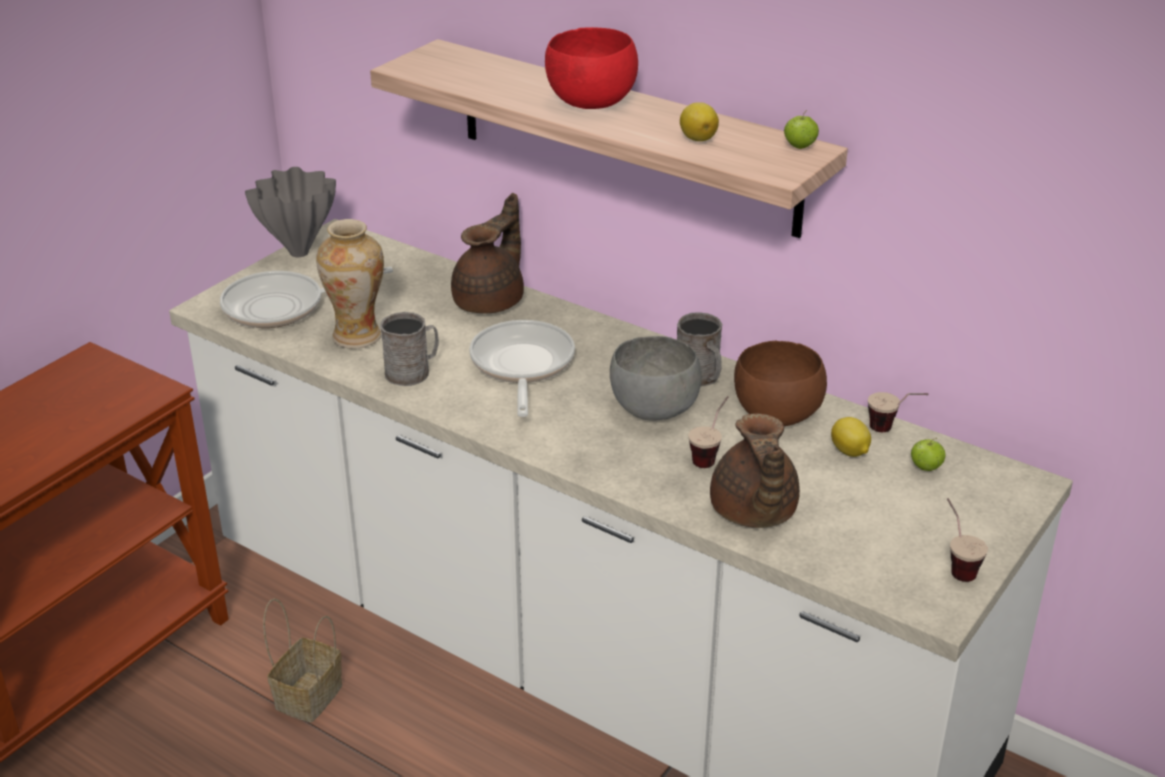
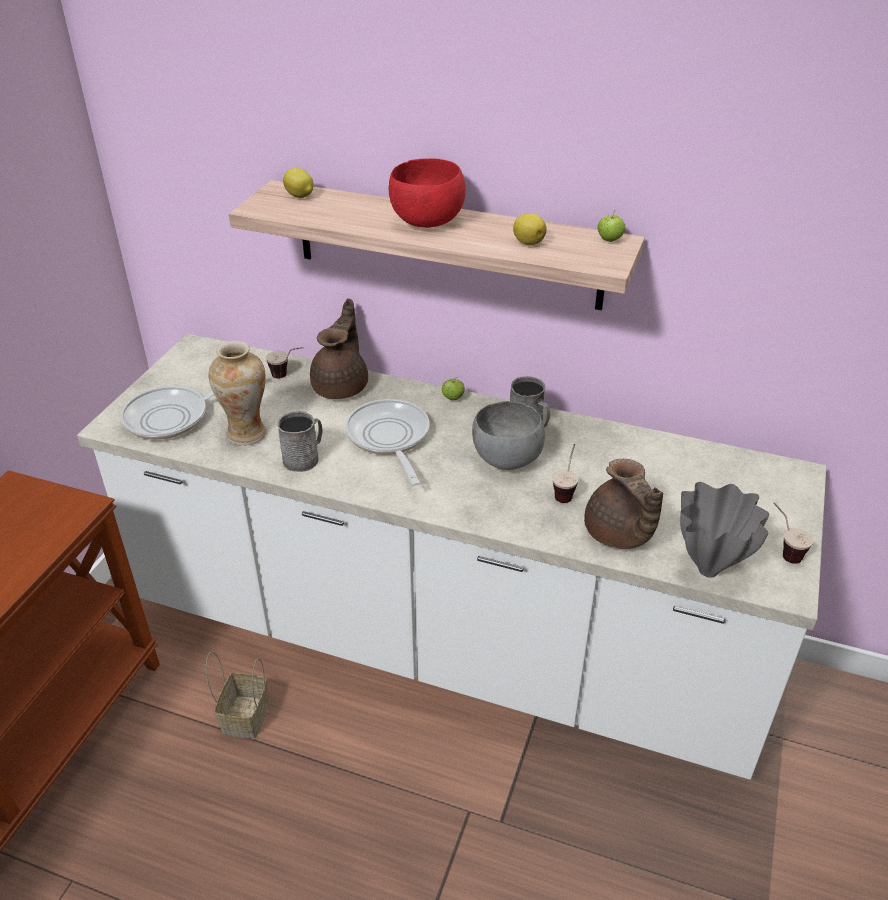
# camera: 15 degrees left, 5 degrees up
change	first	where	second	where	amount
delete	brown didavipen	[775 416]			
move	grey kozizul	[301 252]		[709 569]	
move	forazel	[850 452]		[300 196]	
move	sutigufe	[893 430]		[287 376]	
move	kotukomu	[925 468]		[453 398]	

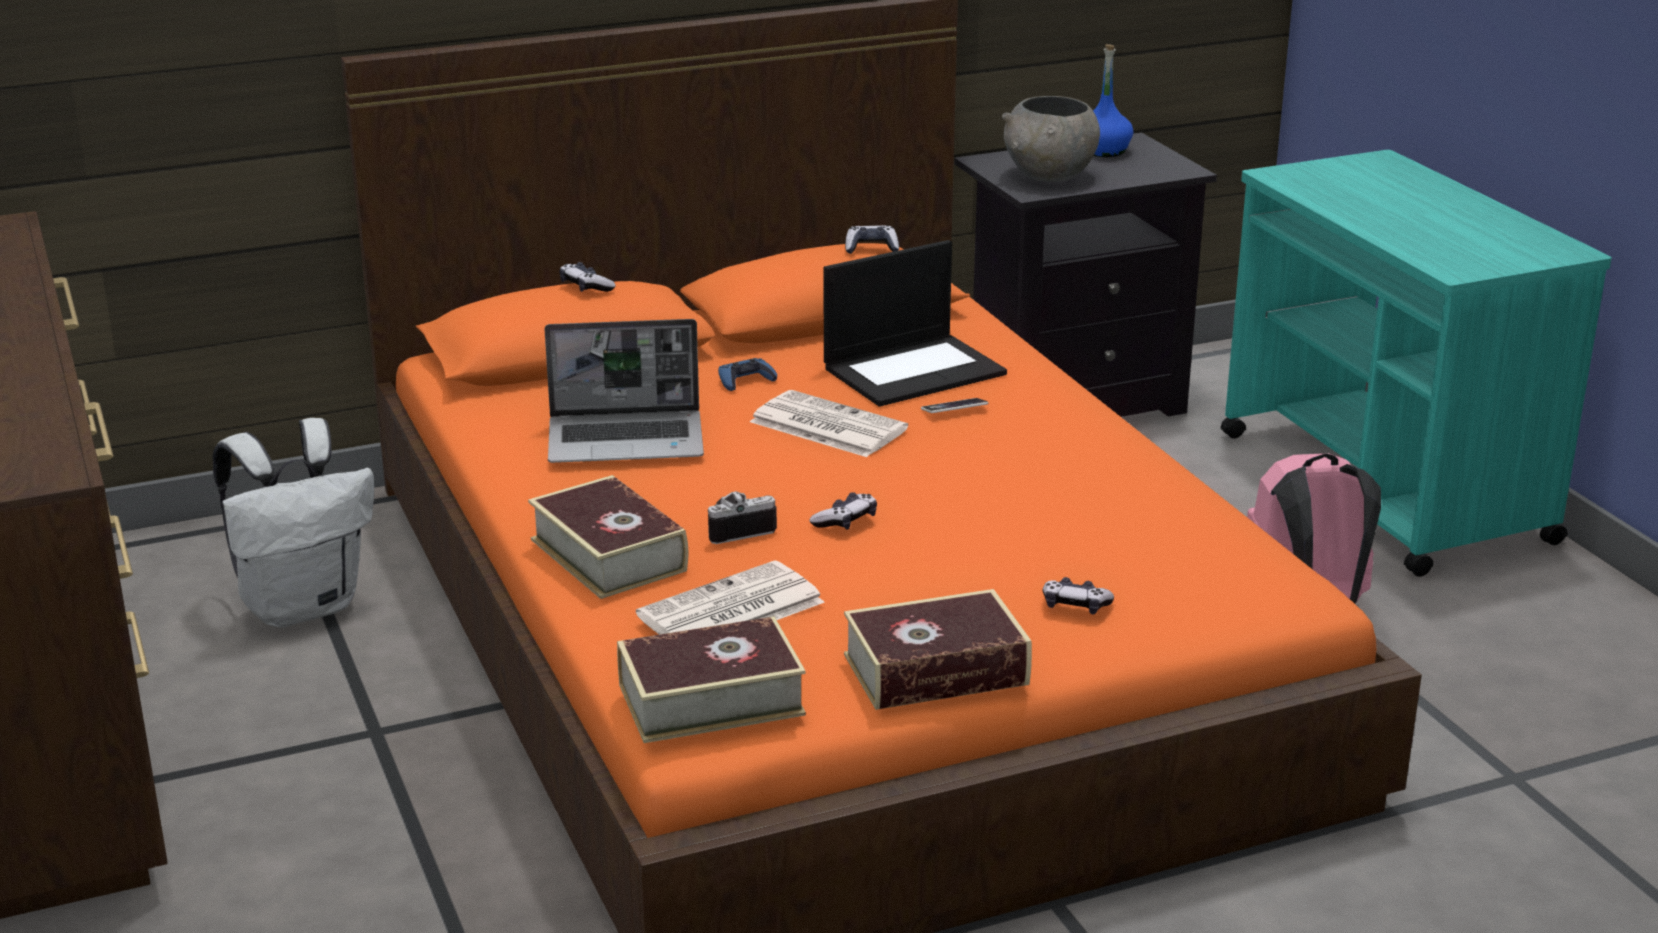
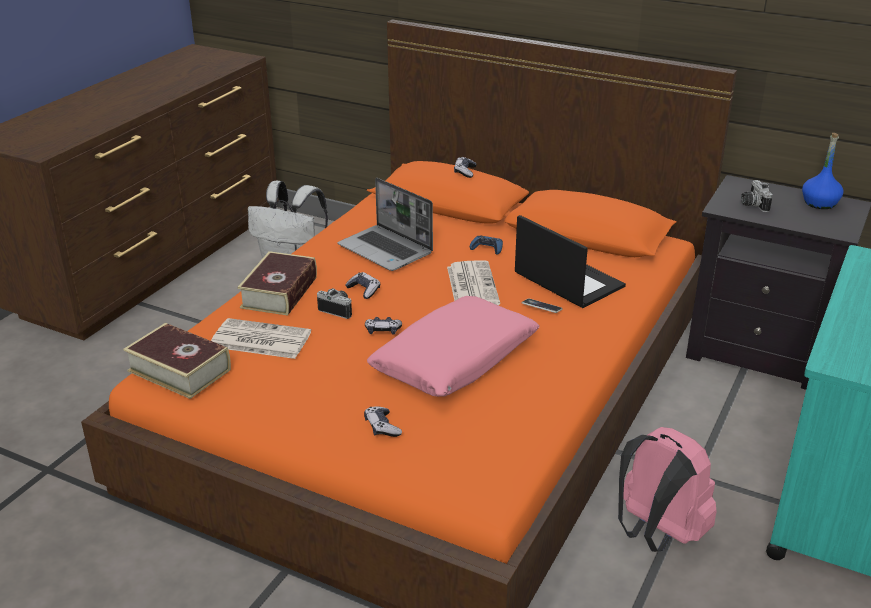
# camera: 50 degrees right, 5 degrees up
change	first	where	second	where	amount
delete	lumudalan	[935 670]			
insert			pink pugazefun	[455 360]	
move	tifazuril	[871 248]		[364 290]	
replace	grey didavipen	[1050 176]	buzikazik	[752 204]	
rotate	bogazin	[914 370]		[567 280]	150 degrees counterclockwise

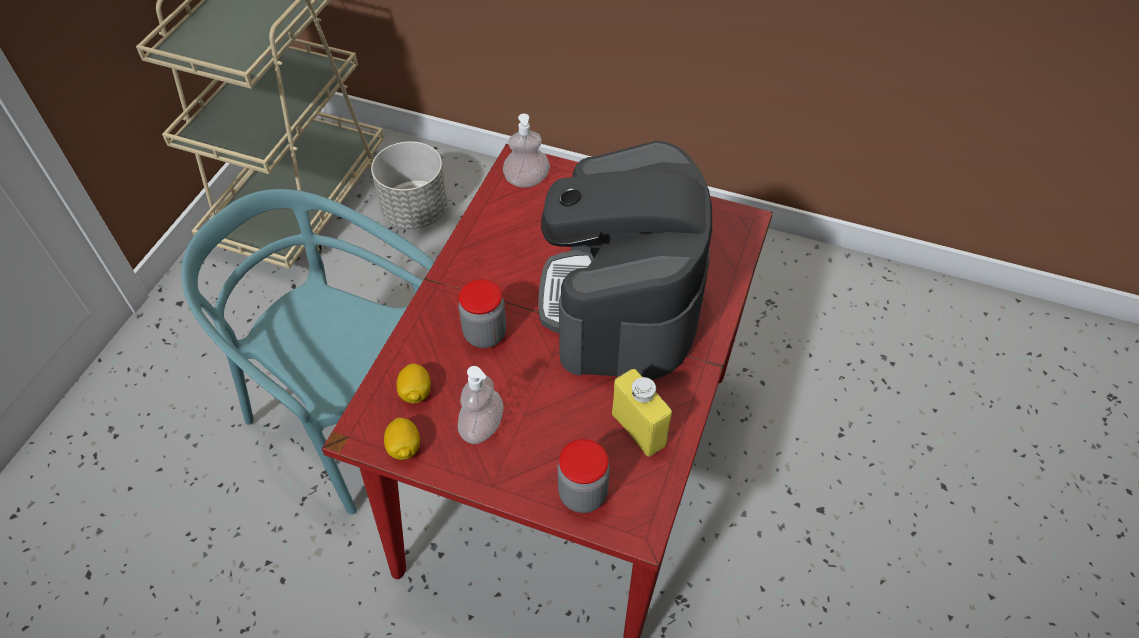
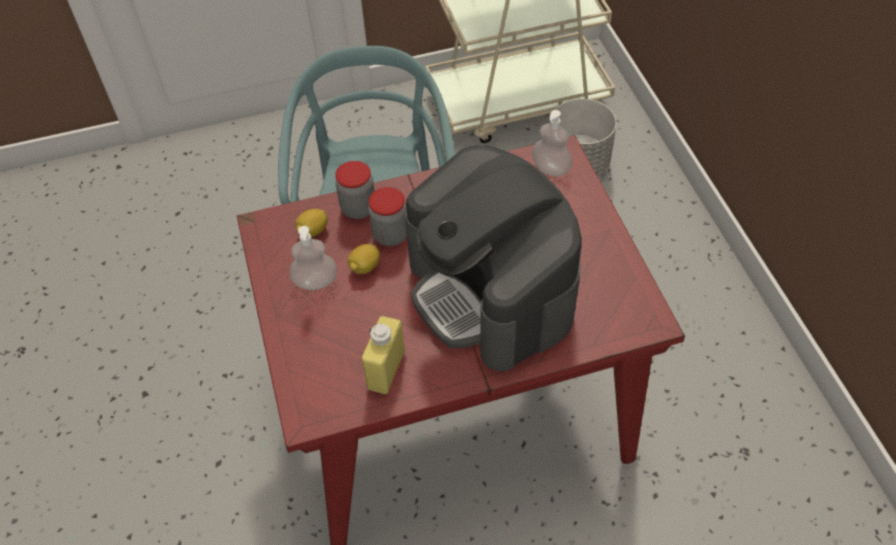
# camera: 55 degrees right, 0 degrees up
change	first	where	second	where	amount
move	forazel	[404 447]		[365 267]	
move	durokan	[582 494]		[358 208]	
rotate	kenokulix	[622 301]		[491 292]	90 degrees counterclockwise

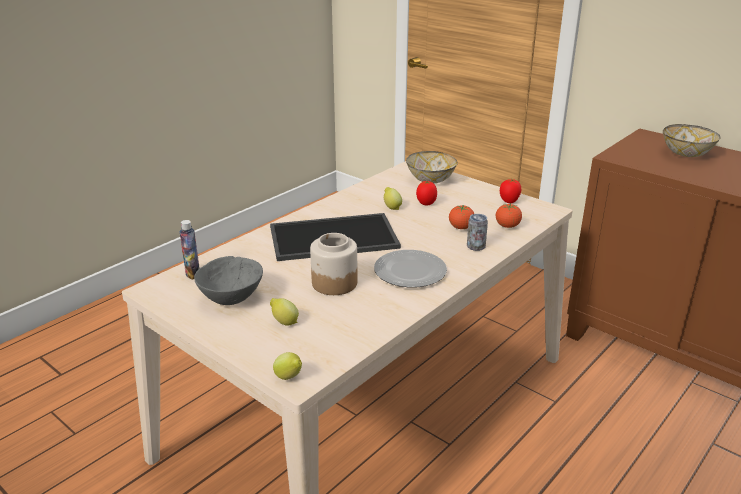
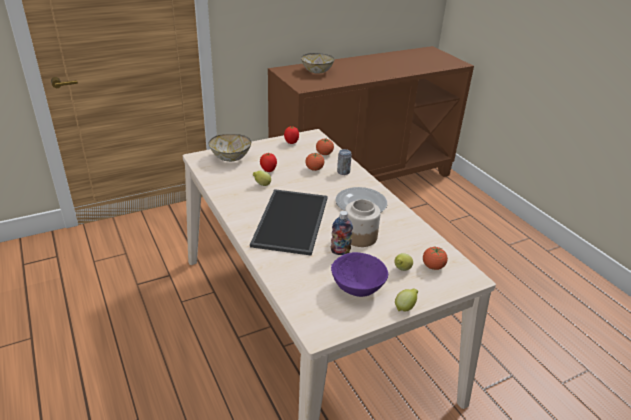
# camera: 70 degrees left, 5 degrees up
change	first	where	second	where	amount
insert			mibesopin	[433 266]	
move	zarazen	[193 274]		[340 251]	
move	forazel	[289 377]		[405 307]	
recolor	grey didavipen	[232 299]	purple didavipen	[358 288]	

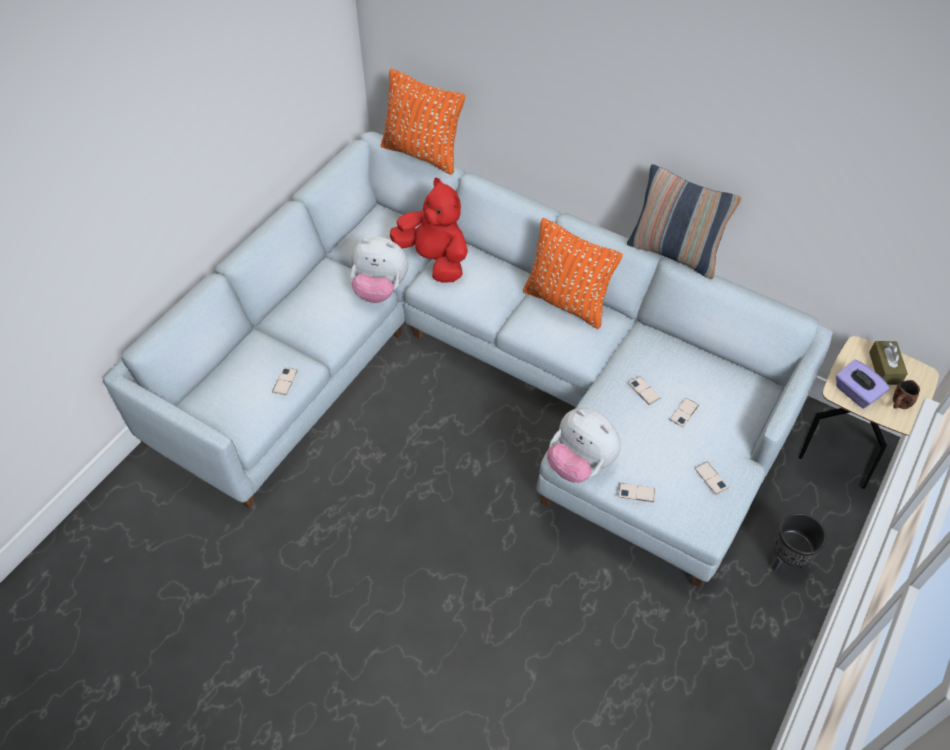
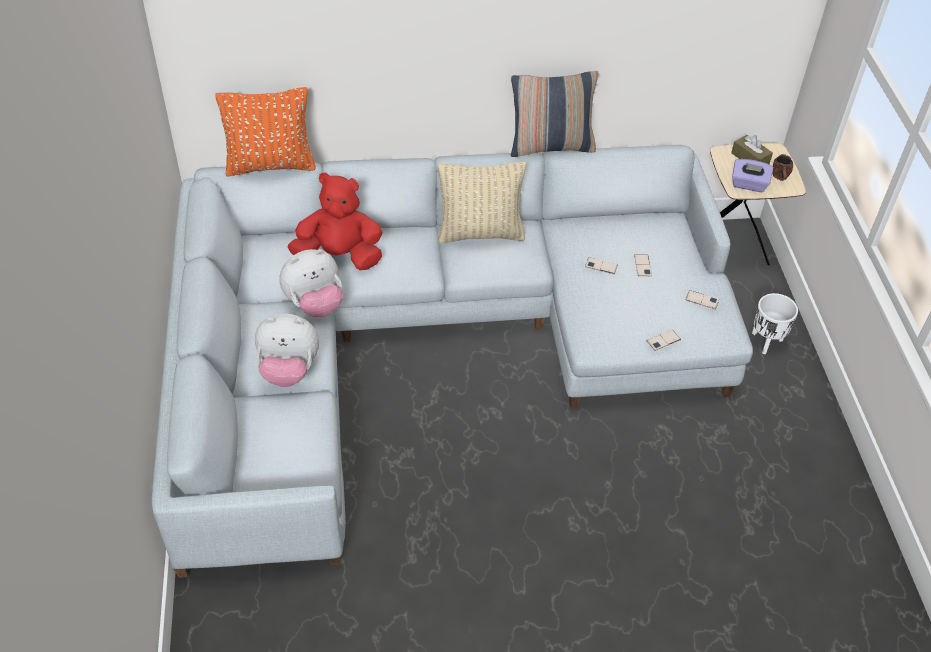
# camera: 40 degrees left, 5 degrees down
change	first	where	second	where	amount
delete	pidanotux	[285 381]			
move	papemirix	[580 463]		[288 370]	
recolor	orange pugazefun	[566 302]	beige pugazefun	[480 233]	
recolor	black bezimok	[786 559]	white bezimok	[765 341]	

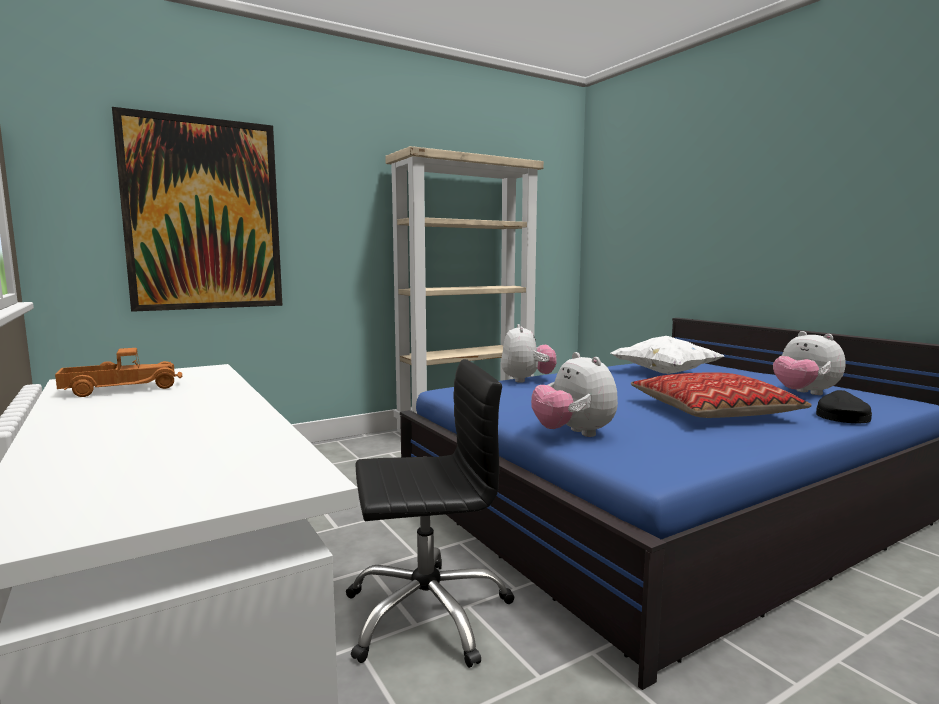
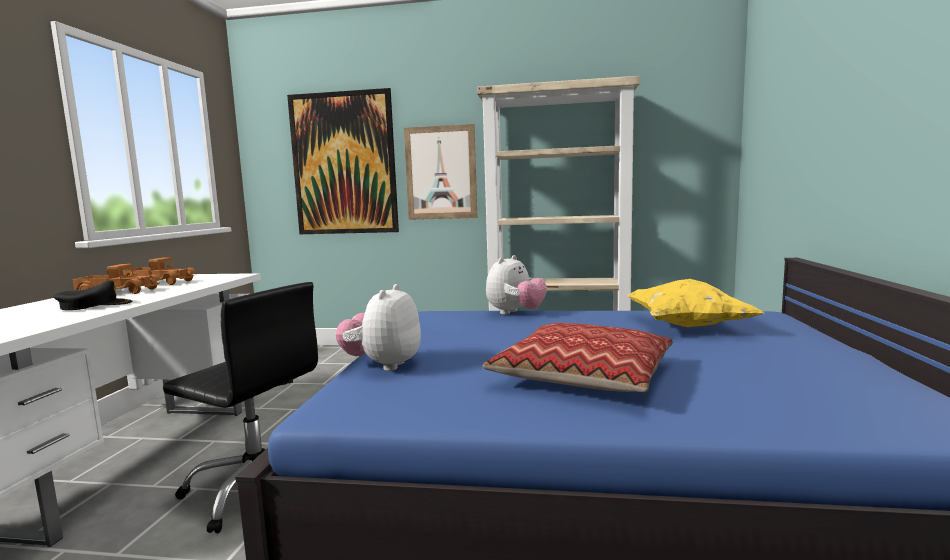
# camera: 40 degrees right, 0 degrees up
change	first	where	second	where	amount
delete	papemirix	[804 393]			
insert			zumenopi	[119 292]	
insert			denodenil	[441 173]	
move	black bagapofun	[841 416]		[95 305]	
recolor	white pugazefun	[664 373]	yellow pugazefun	[686 326]	

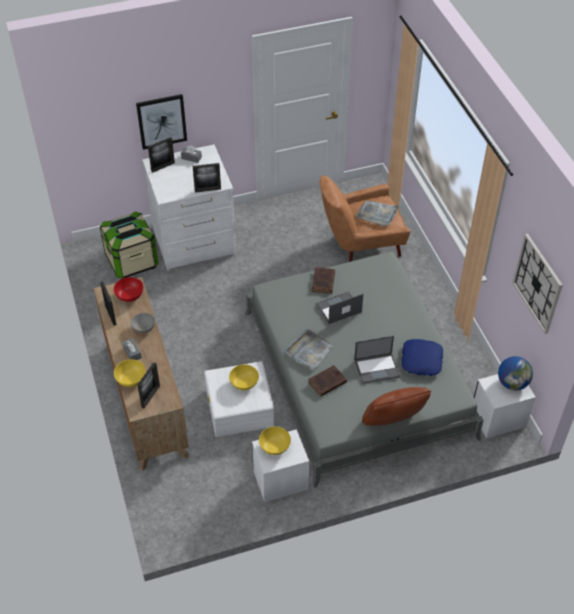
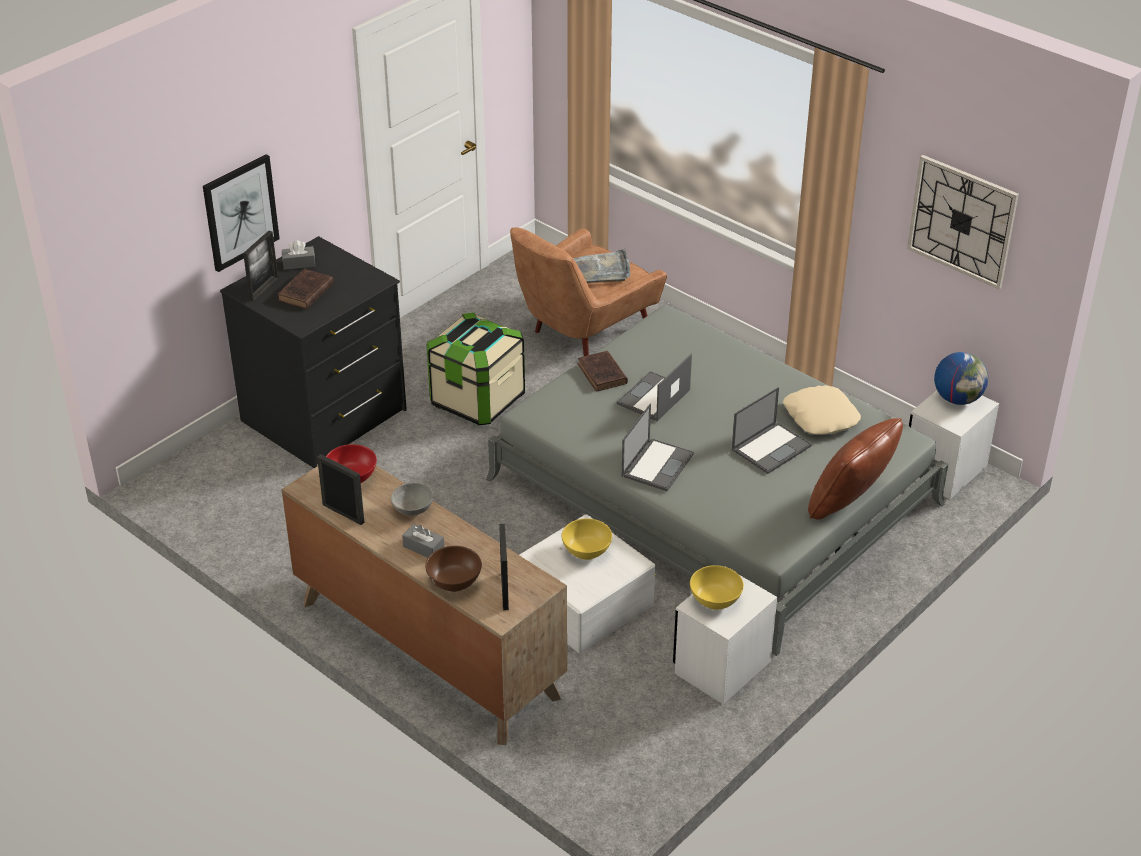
# camera: 30 degrees left, 10 degrees down
change	first	where	second	where	amount
delete	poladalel	[208 190]			
move	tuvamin	[132 261]		[477 400]	
move	brown lumudalan	[326 383]		[305 293]	
replace	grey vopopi	[308 351]	bogazin	[657 464]	
recolor	yellow didavipen	[131 380]	brown didavipen	[455 582]	
recolor	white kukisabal	[194 242]	black kukisabal	[325 416]	
recolor	blue pugazefun	[421 360]	beige pugazefun	[820 417]	

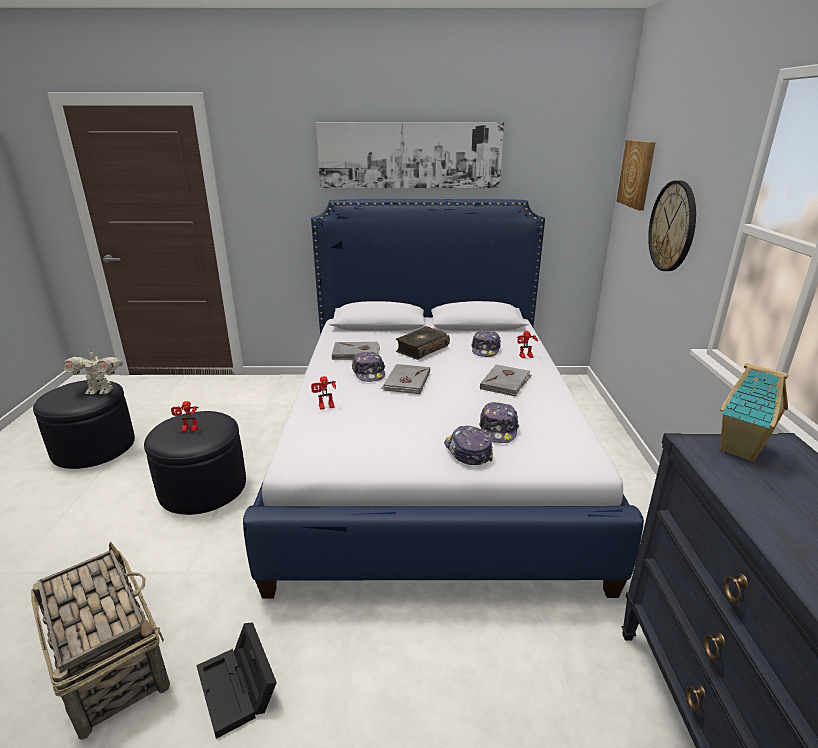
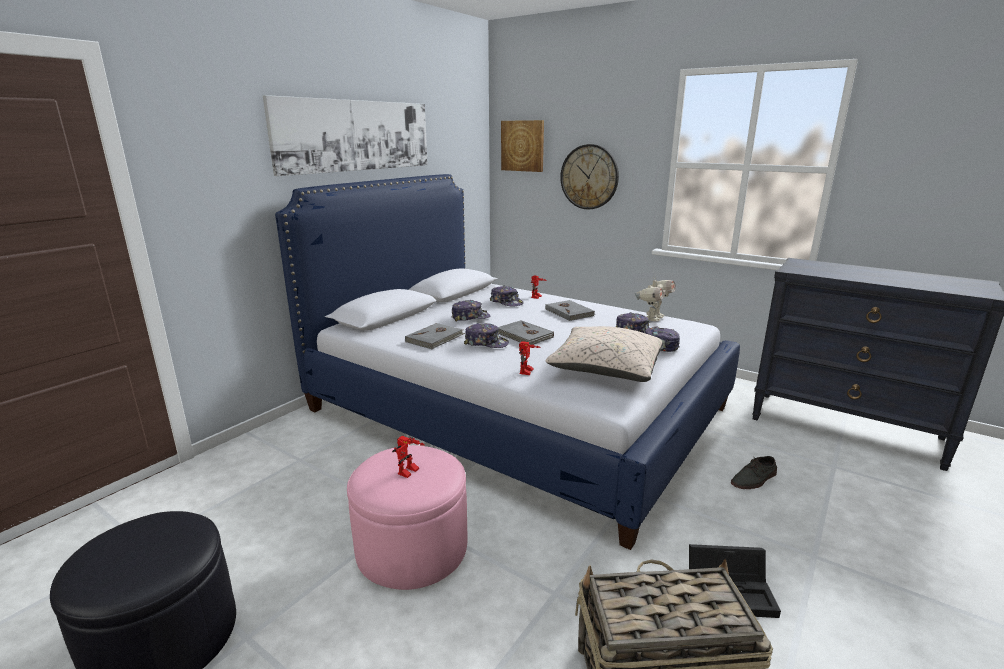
# camera: 55 degrees left, 5 degrees down
change	first	where	second	where	amount
delete	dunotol	[742 451]			
insert			beige pugazefun	[605 370]	
insert			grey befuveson	[754 479]	
move	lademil	[100 391]		[653 318]	
replace	lumudalan	[421 349]	bagapofun	[470 317]	
recolor	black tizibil	[203 487]	pink tizibil	[412 547]	

